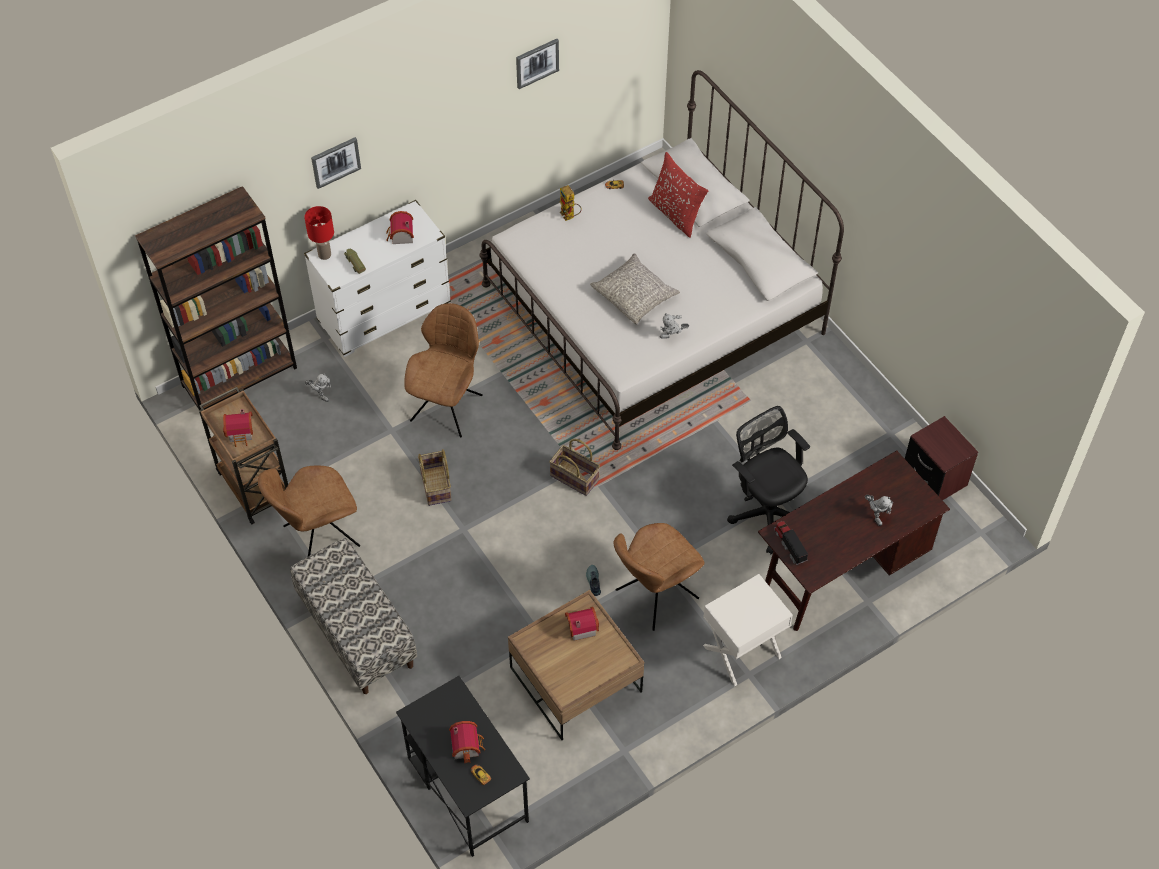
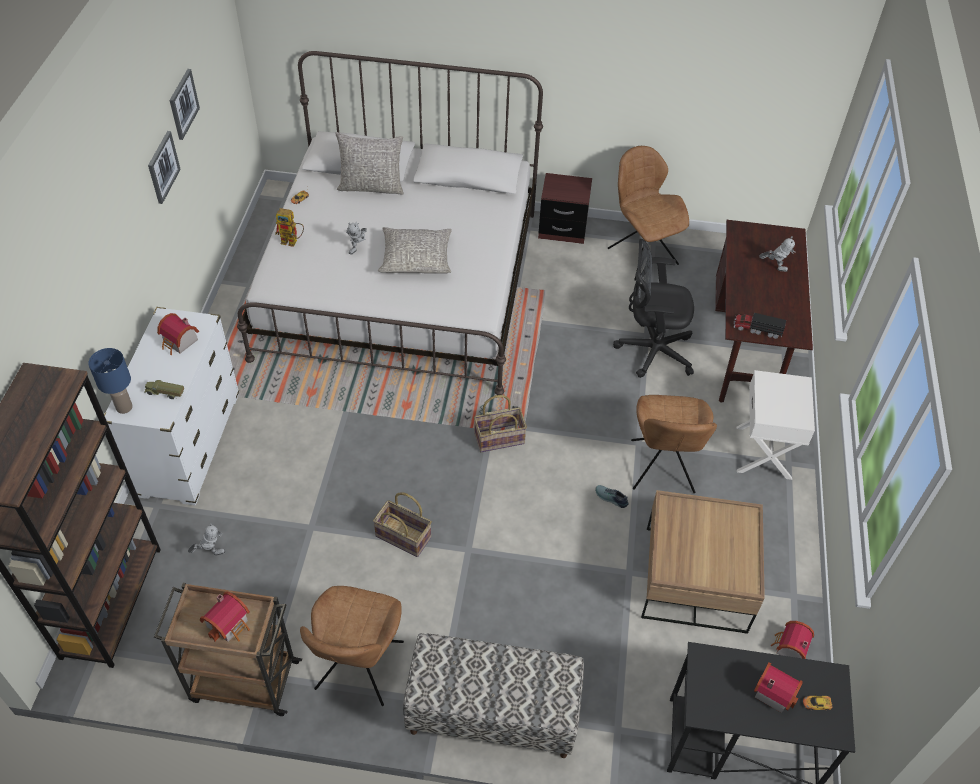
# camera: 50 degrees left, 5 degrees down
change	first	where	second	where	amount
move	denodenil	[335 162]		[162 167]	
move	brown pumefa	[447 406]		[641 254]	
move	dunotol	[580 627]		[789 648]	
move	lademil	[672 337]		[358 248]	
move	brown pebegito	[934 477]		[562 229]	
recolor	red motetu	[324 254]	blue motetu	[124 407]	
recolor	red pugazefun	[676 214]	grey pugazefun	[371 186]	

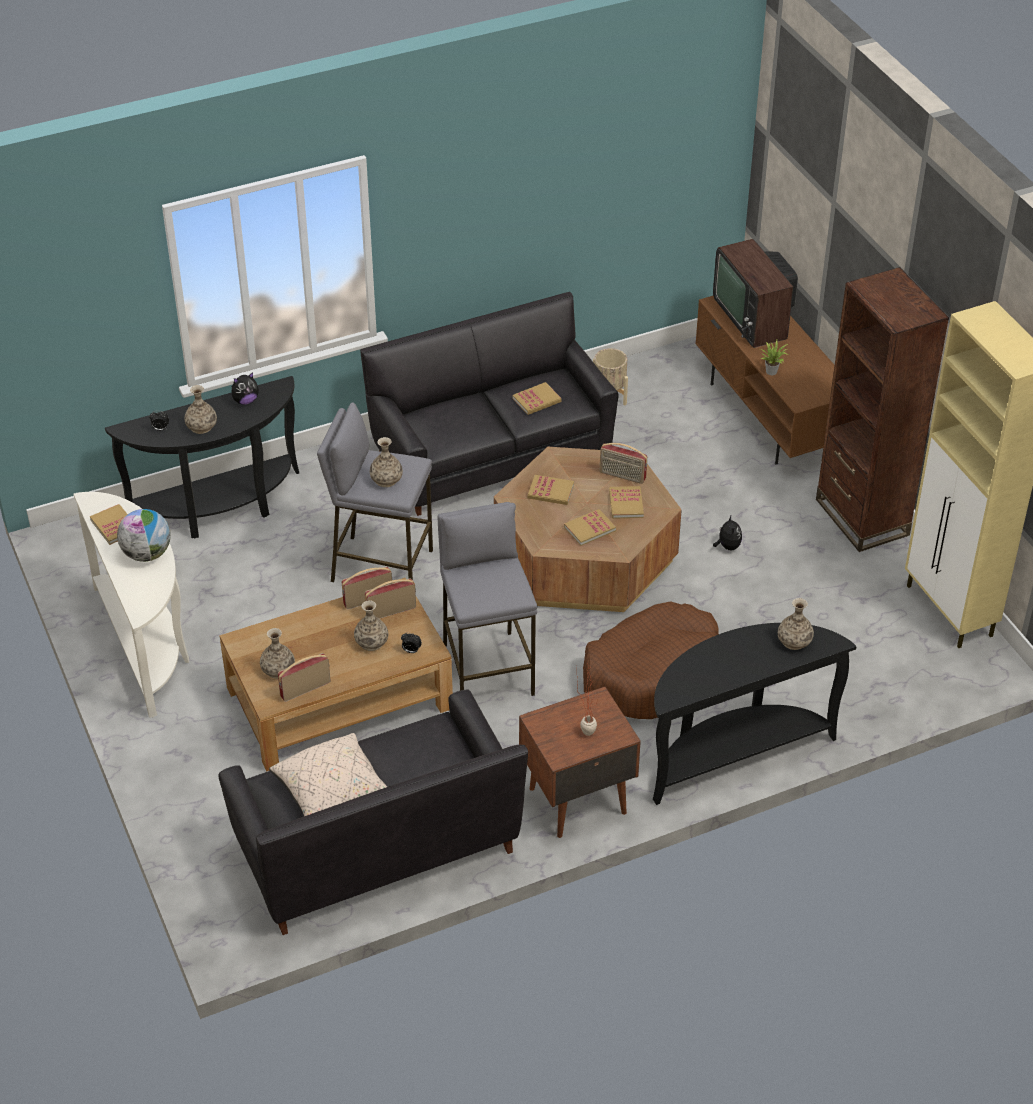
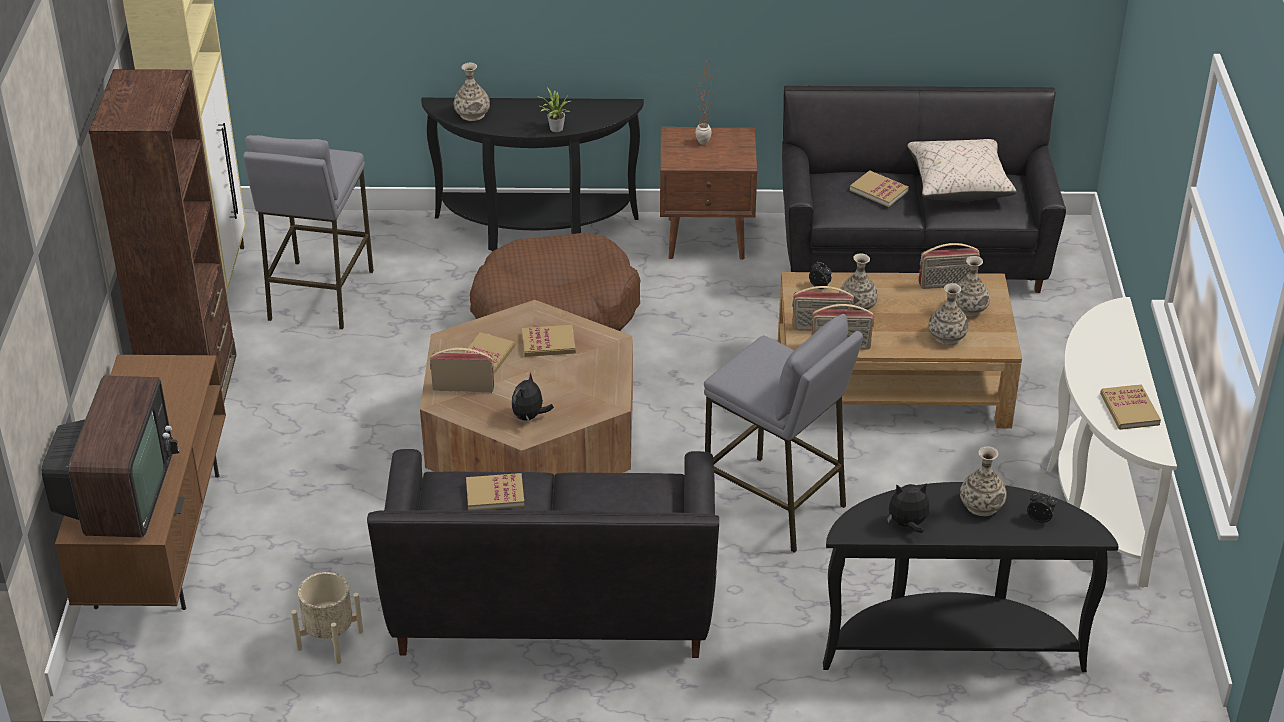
# camera: 155 degrees left, 5 degrees down
change	first	where	second	where	amount
delete	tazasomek	[147 554]			
move	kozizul	[386 479]		[947 336]	
move	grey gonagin	[487 669]		[319 295]	
move	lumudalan	[550 491]		[879 190]	
move	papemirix	[727 546]		[530 416]	
move	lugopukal	[772 371]		[554 129]	
rotate	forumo	[622 476]		[463 388]	45 degrees counterclockwise

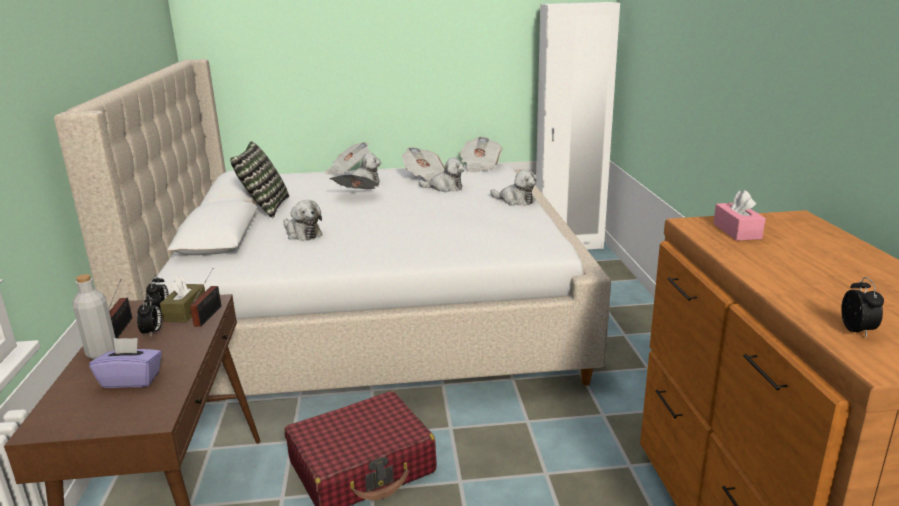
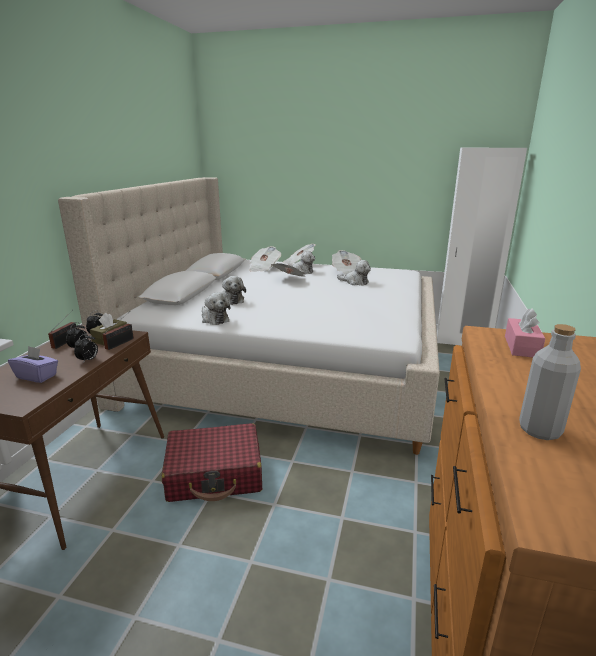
# camera: 20 degrees right, 0 degrees up
change	first	where	second	where	amount
delete	pugazefun	[264 207]			
move	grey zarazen	[102 352]		[539 430]	
move	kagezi	[480 166]		[264 268]	
move	papemirix	[515 201]		[214 319]	
move	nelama	[857 331]		[88 360]	

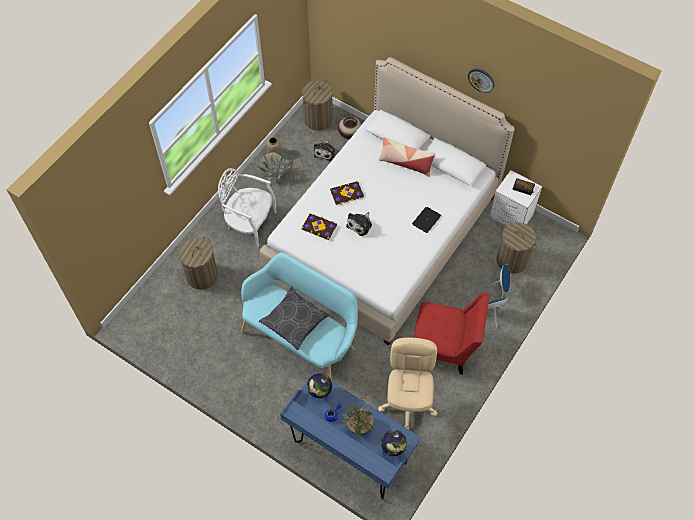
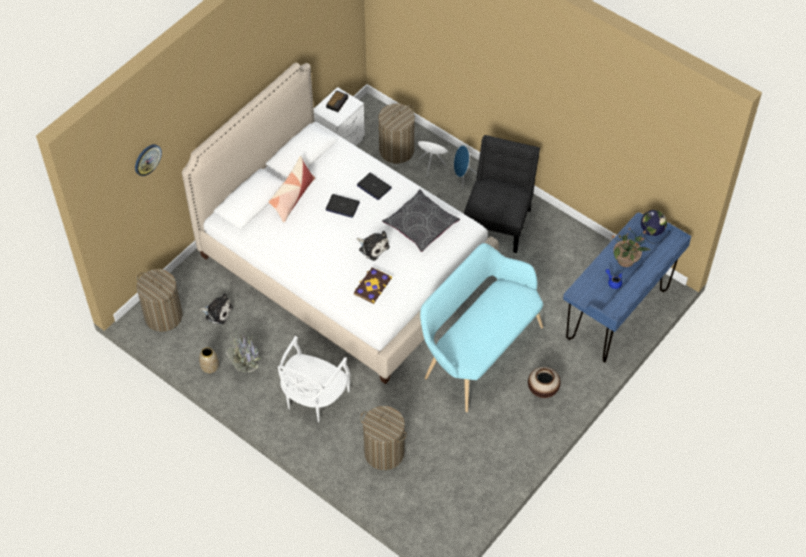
# camera: 85 degrees left, 5 degrees down
change	first	where	second	where	amount
delete	tazasomek	[320 393]			
delete	lumudalan	[347 193]			
delete	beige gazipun	[408 403]			
insert			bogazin	[342 206]	
move	grey pugazefun	[294 321]		[420 225]	
move	kozizul	[350 134]		[542 390]	
move	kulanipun	[481 80]		[147 159]	
recolor	red pumefa	[444 348]	black pumefa	[498 221]	

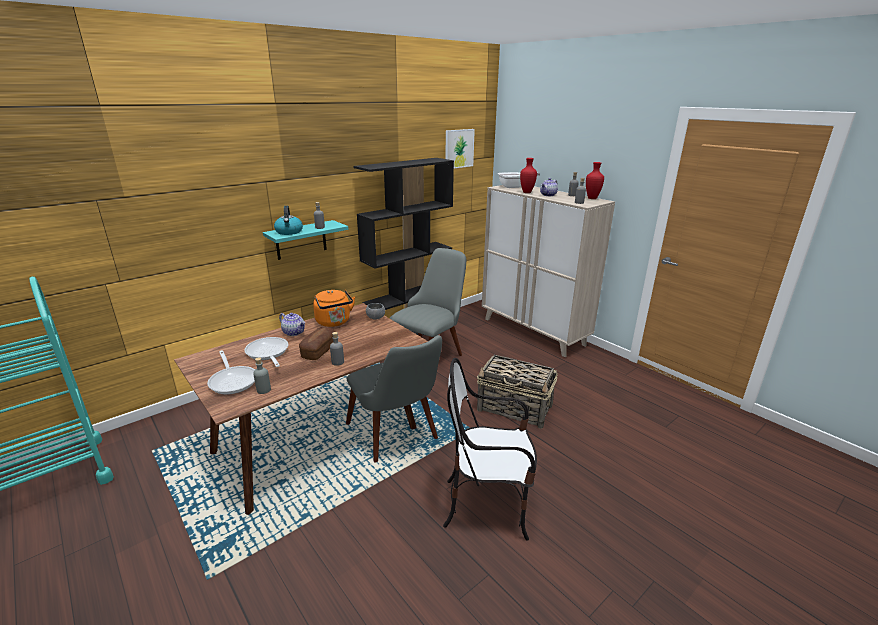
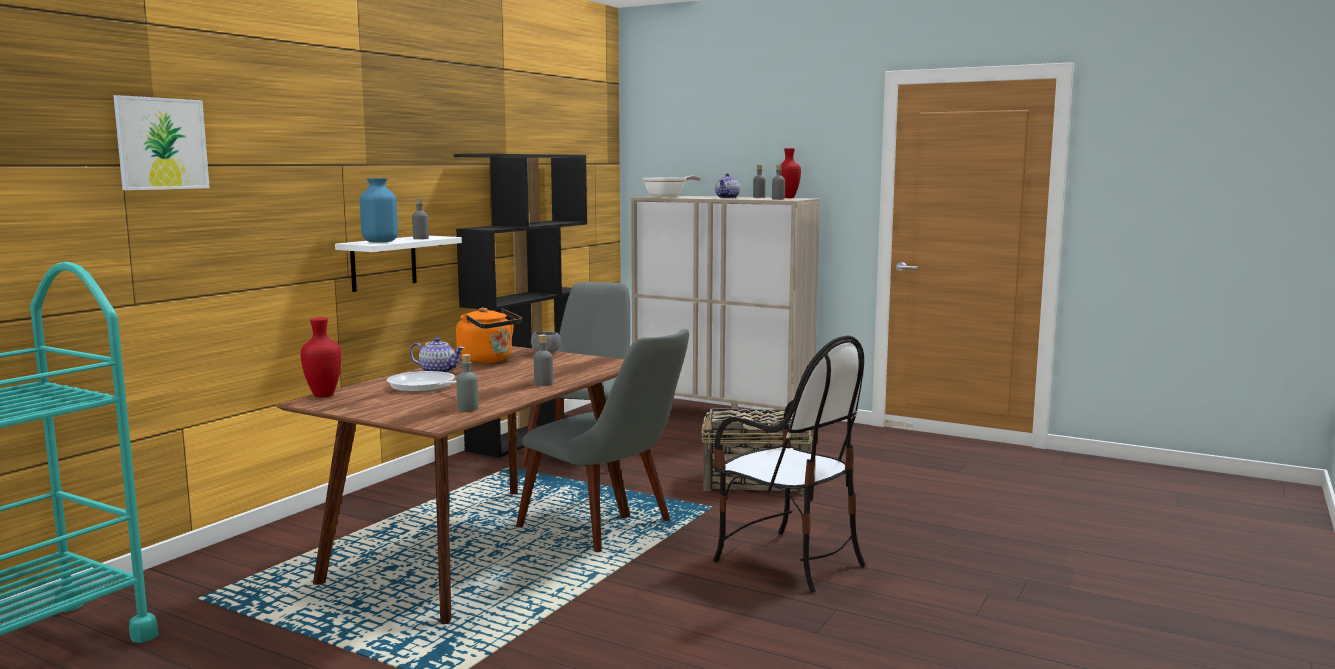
# camera: 20 degrees left, 15 degrees down
change	first	where	second	where	amount
delete	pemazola	[233 380]			
delete	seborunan	[319 350]			
move	denodenil	[459 148]		[161 143]	
move	red kozizul	[526 192]		[323 396]	
replace	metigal	[289 232]	blue kozizul	[380 242]	
recolor	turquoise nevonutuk	[301 240]	white nevonutuk	[383 263]	
rotate	pumefa	[487 505]		[788 561]	120 degrees counterclockwise

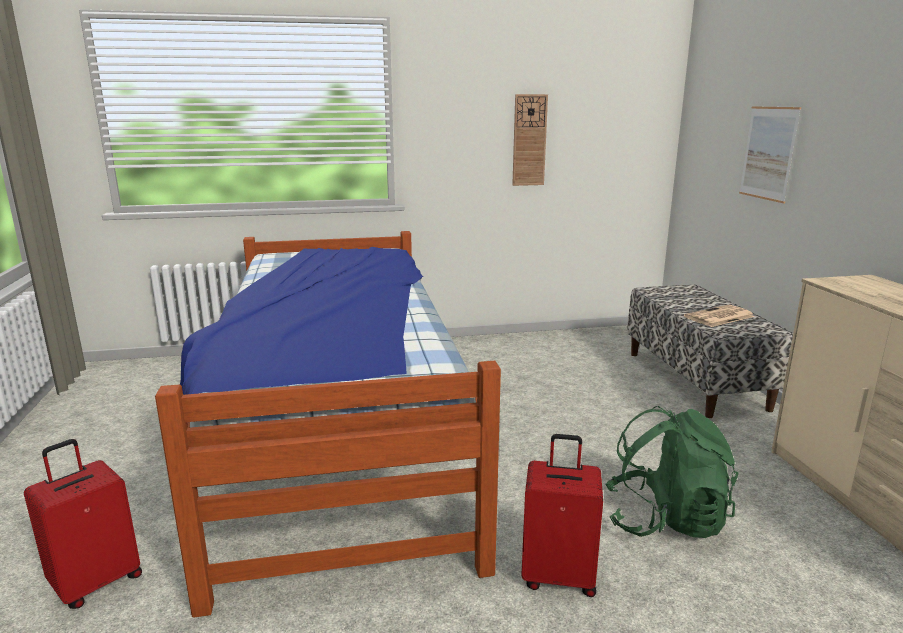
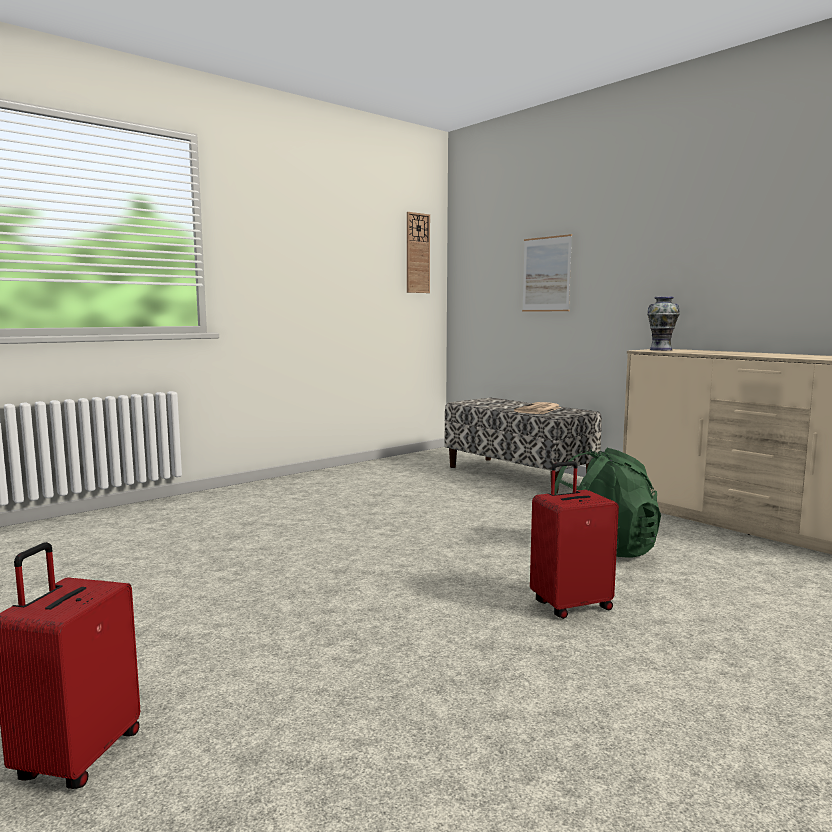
# camera: 30 degrees left, 10 degrees down
change	first	where	second	where	amount
delete	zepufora	[338 435]			
insert			kozizul	[661 350]	
move	kulanipun	[529 140]		[417 253]	

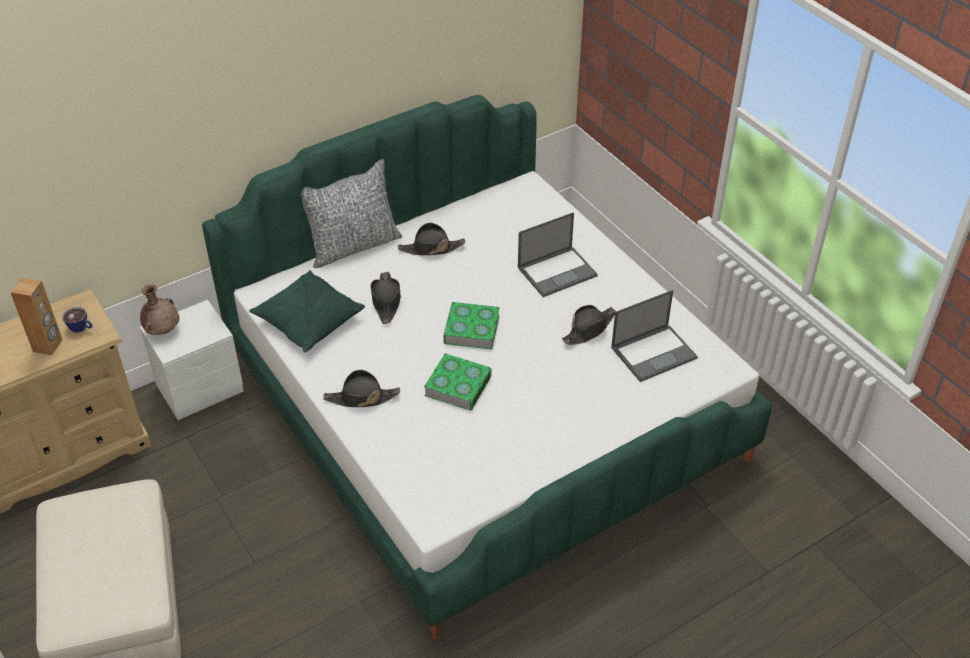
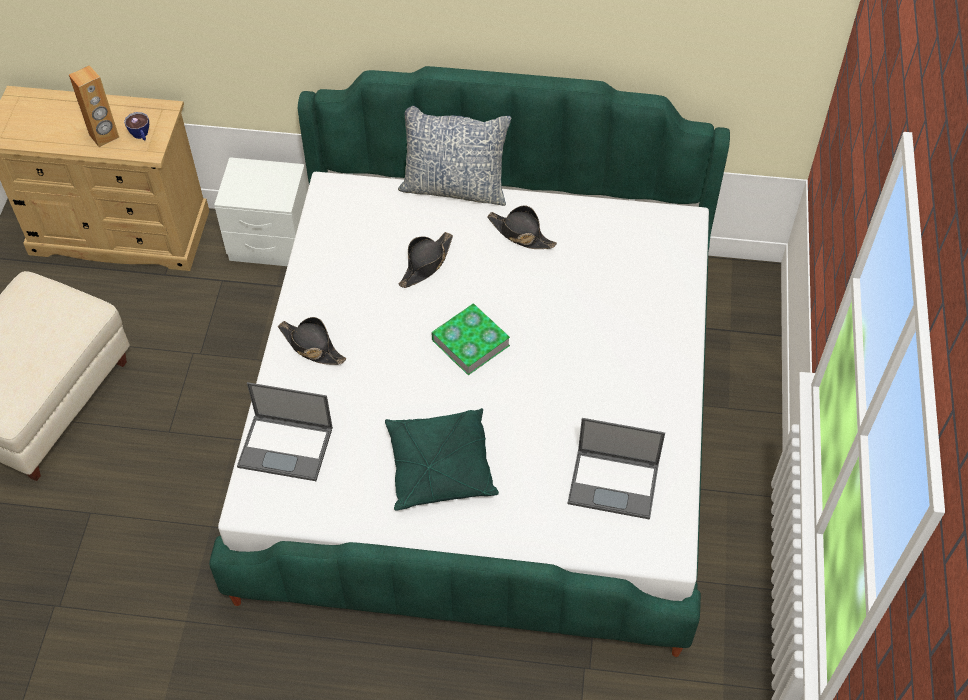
# camera: 40 degrees right, 10 degrees up
change	first	where	second	where	amount
delete	brown kozizul	[163 330]			
delete	lumudalan	[458 386]			
delete	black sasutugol	[589 329]			
move	green pugazefun	[308 321]		[440 467]	
move	bogazin	[557 271]		[287 447]	

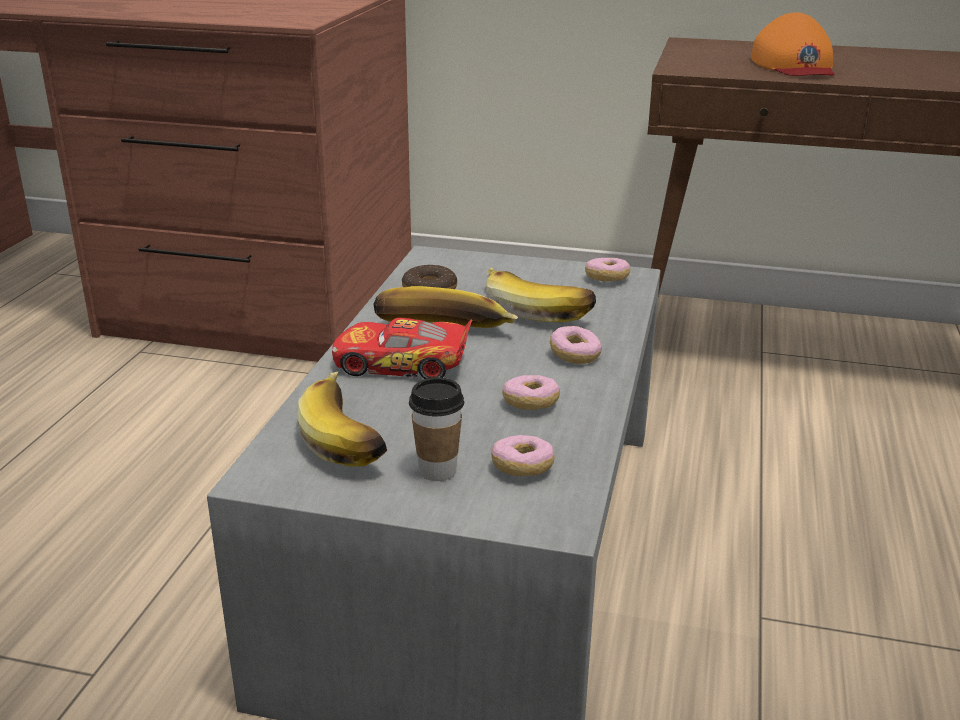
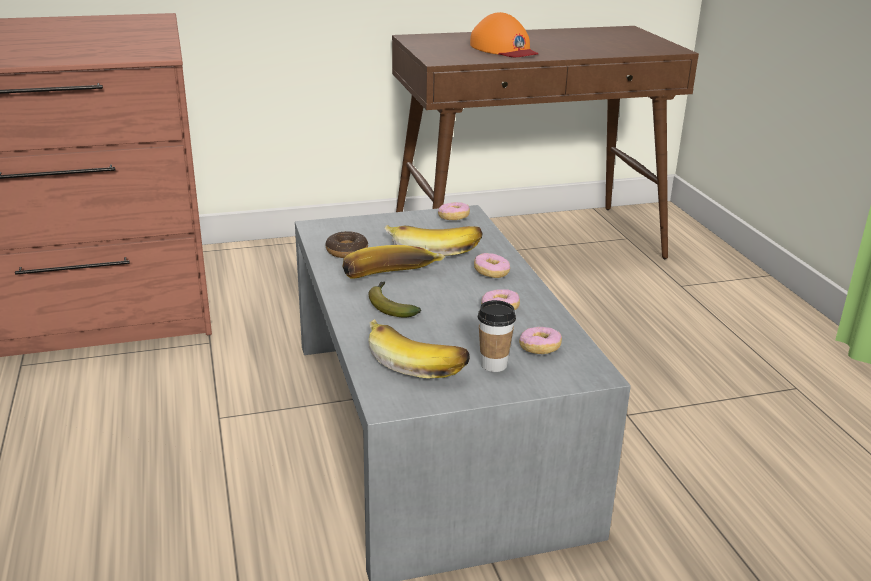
# camera: 30 degrees left, 0 degrees up
change	first	where	second	where	amount
replace	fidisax	[401 364]	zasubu	[390 306]	

